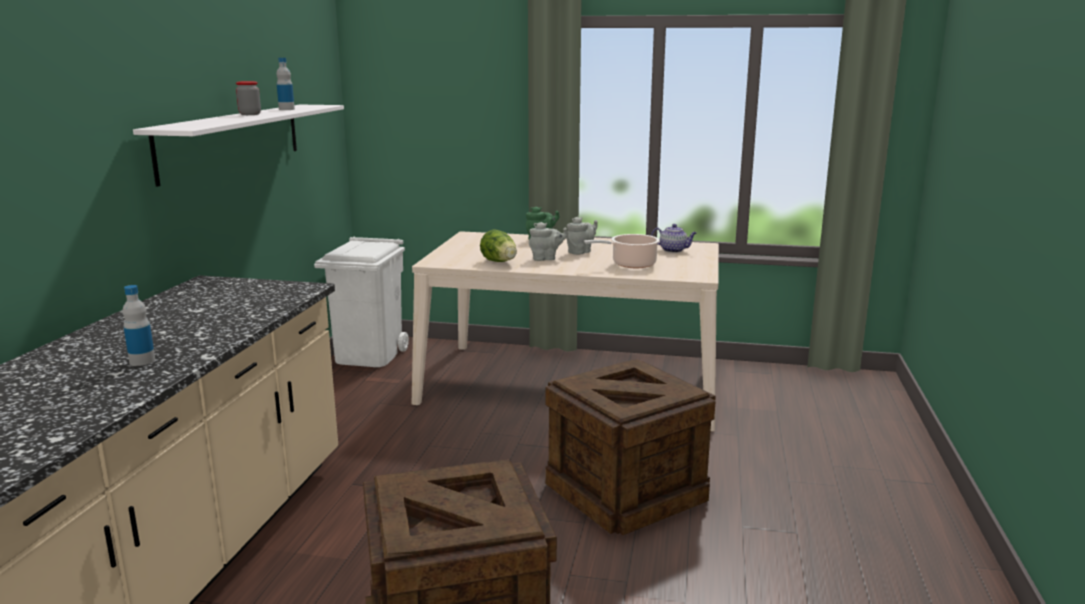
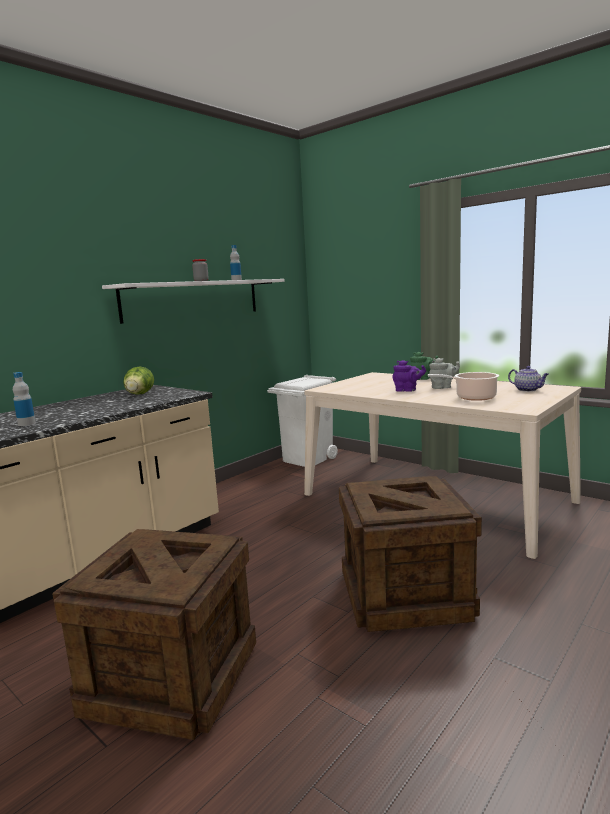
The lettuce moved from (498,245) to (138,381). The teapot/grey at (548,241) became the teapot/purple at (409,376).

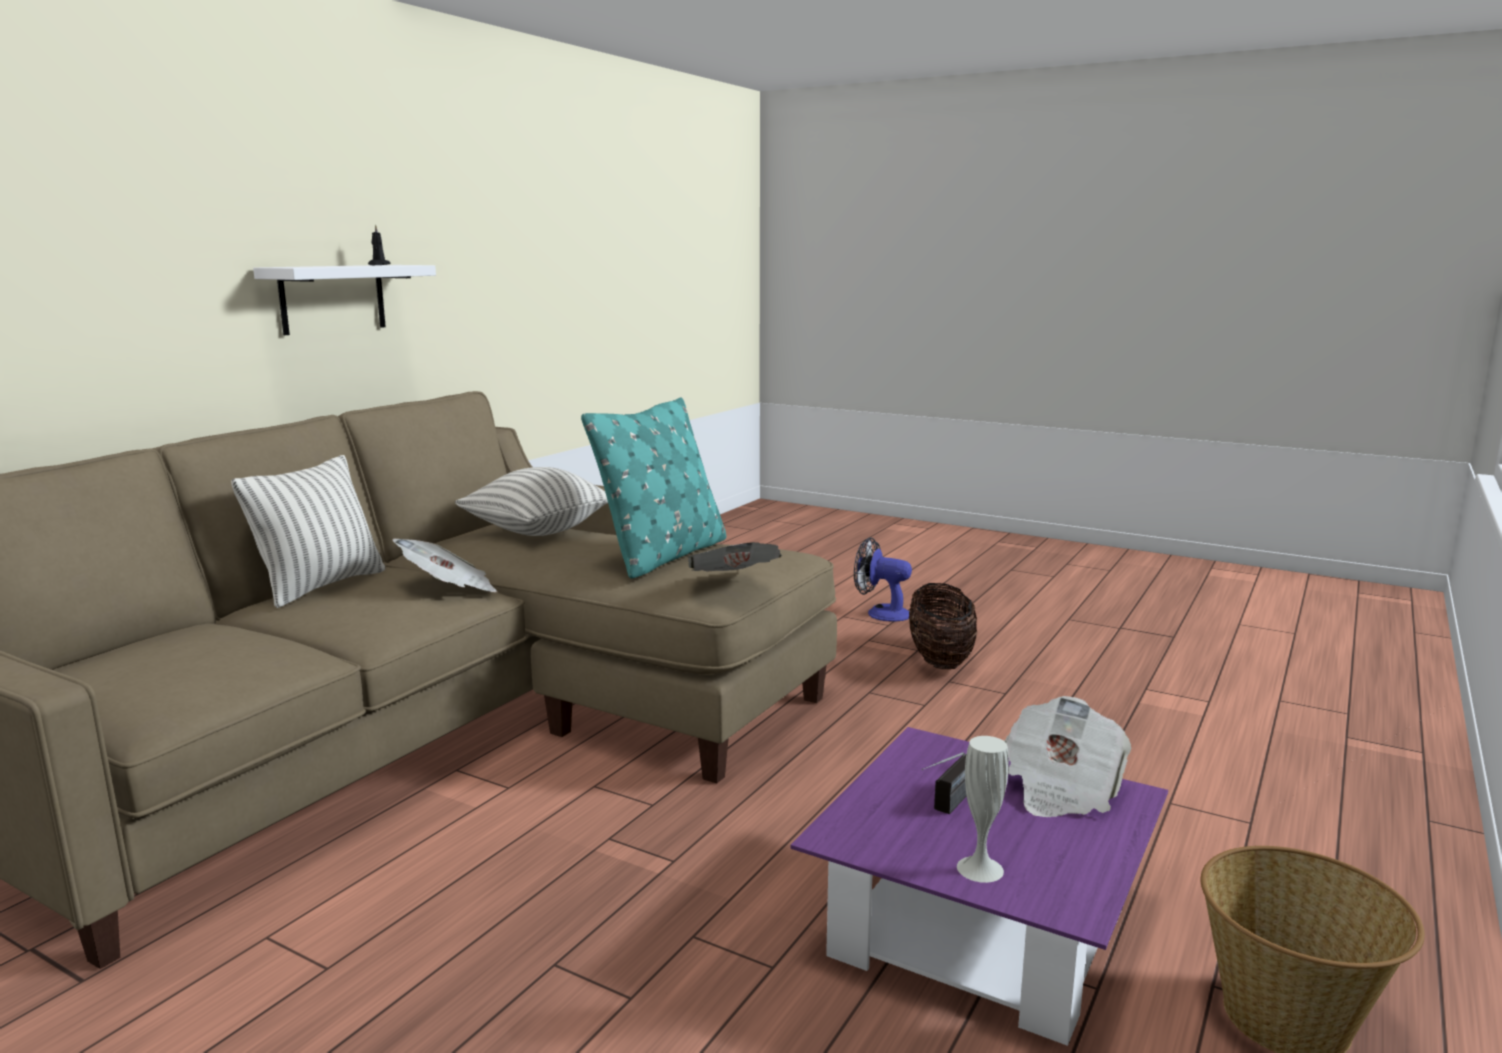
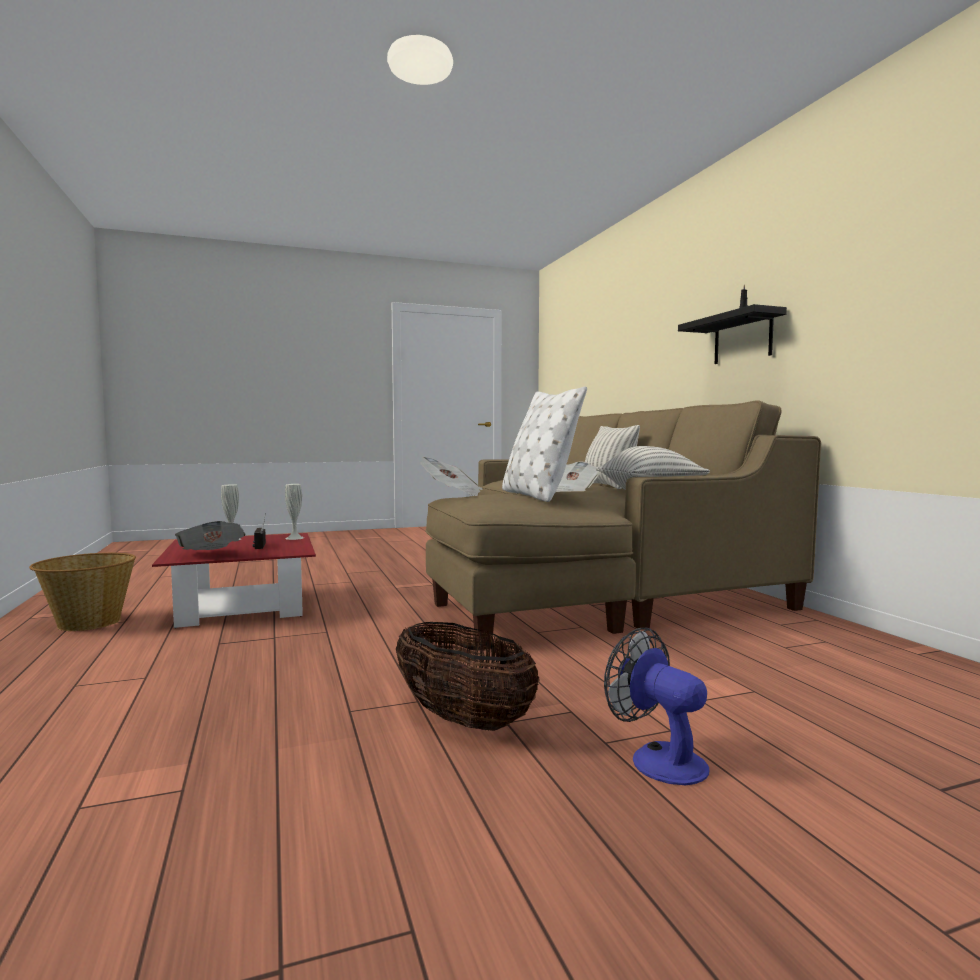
The shelf/white at (344,300) became the shelf/black at (732,334). The pillow/turquoise at (653,488) became the pillow/white at (544,444). The coffee table/purple at (979,886) became the coffee table/red at (234,580). The fan at (883,579) turned 105 degrees counterclockwise. The vase/white at (294,512) appeared.

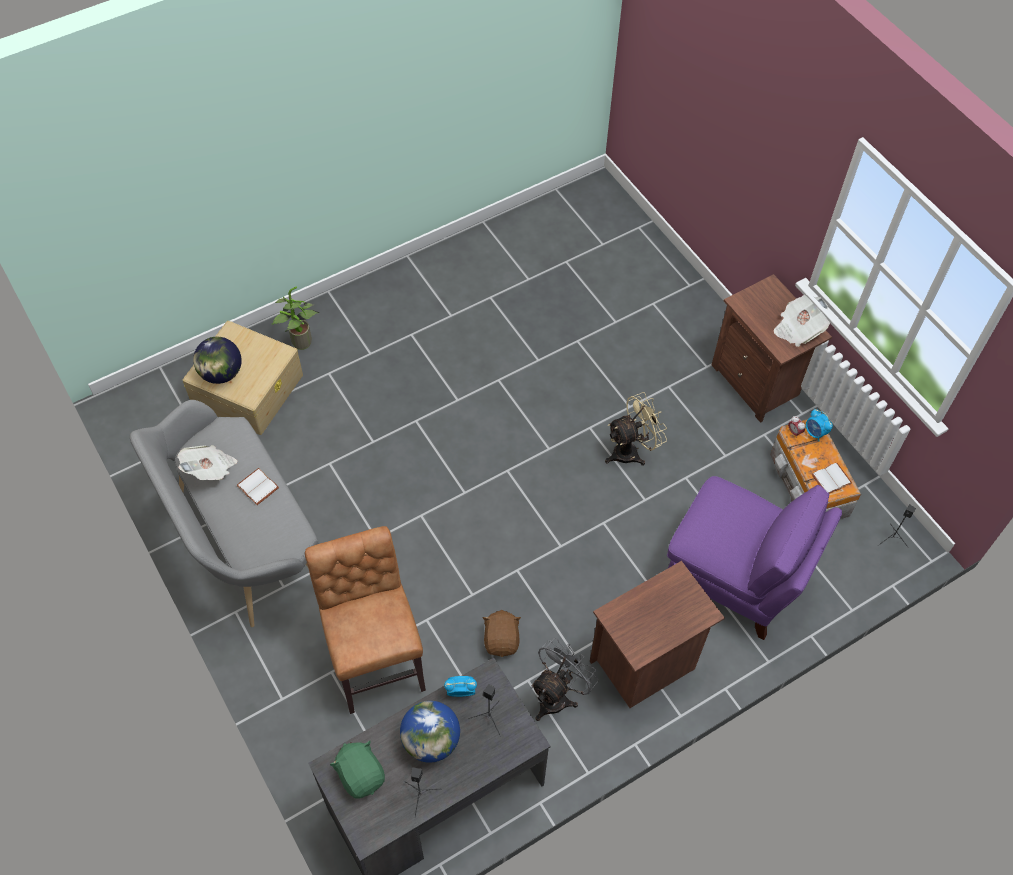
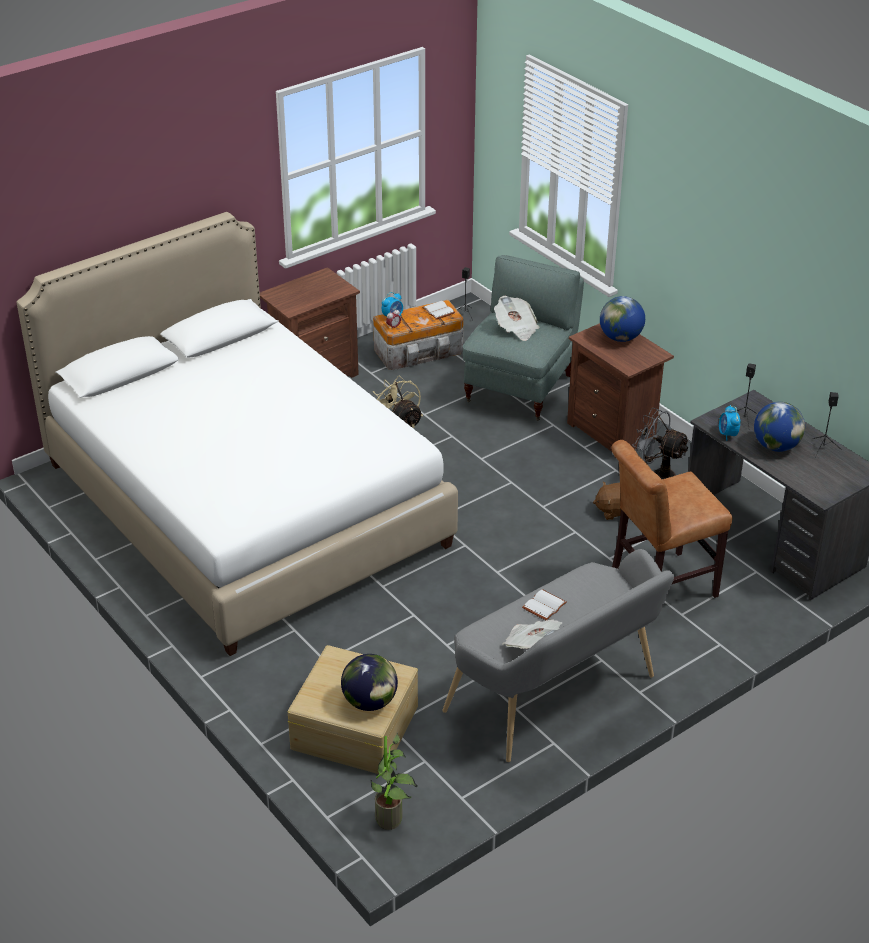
The potted plant moved from (295,318) to (394,781). The plush toy/green at (357,770) disappeared. The armchair/purple at (754,558) became the armchair/grey at (523,338). The newspaper moved from (802,321) to (516,318). The bed/white at (237,434) appeared. The globe at (622,319) appeared.

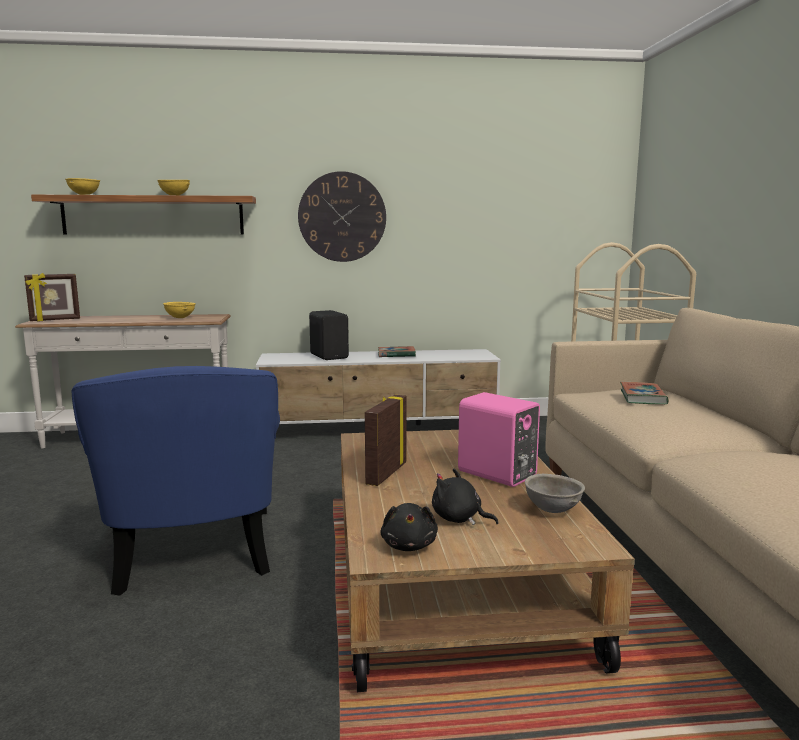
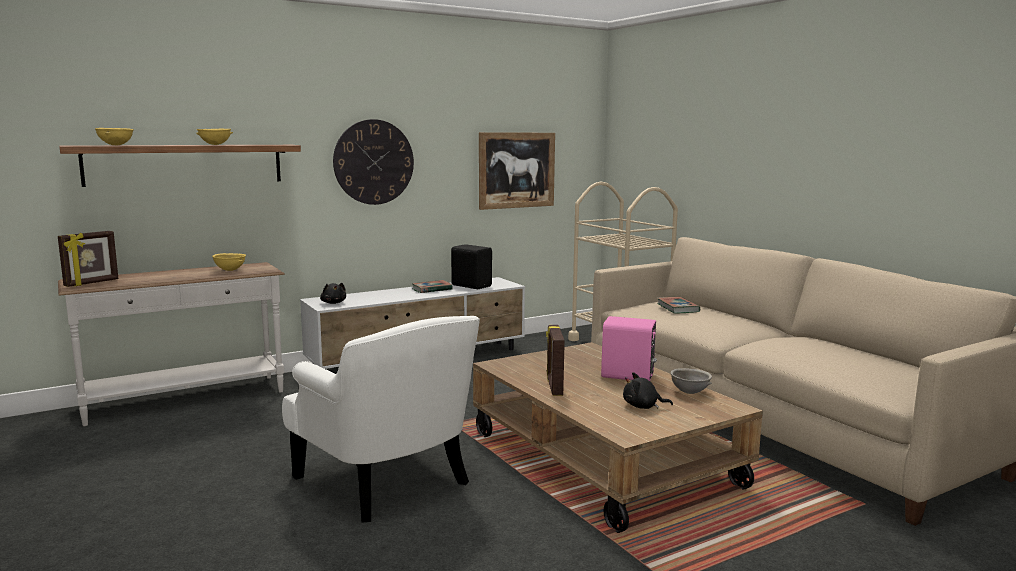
The armchair/blue at (175,481) became the armchair/white at (381,419). The speaker/black moved from (329,335) to (471,266). The plush toy/black moved from (409,527) to (333,293). The picture at (517,171) appeared.

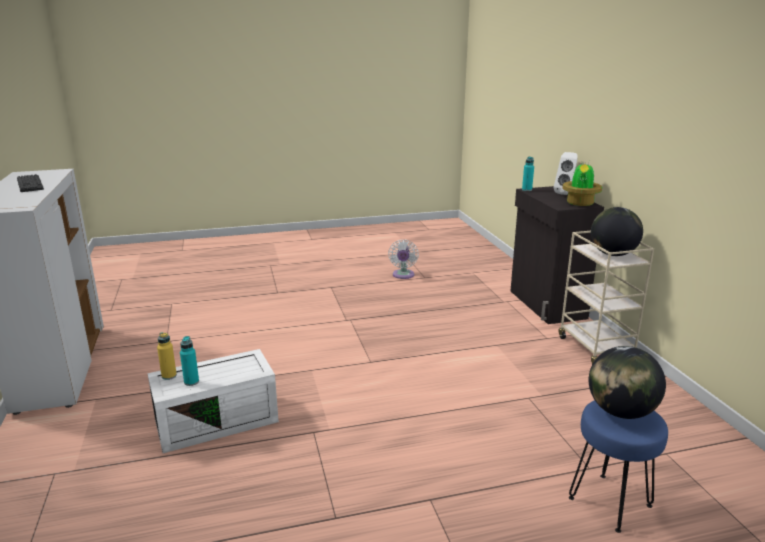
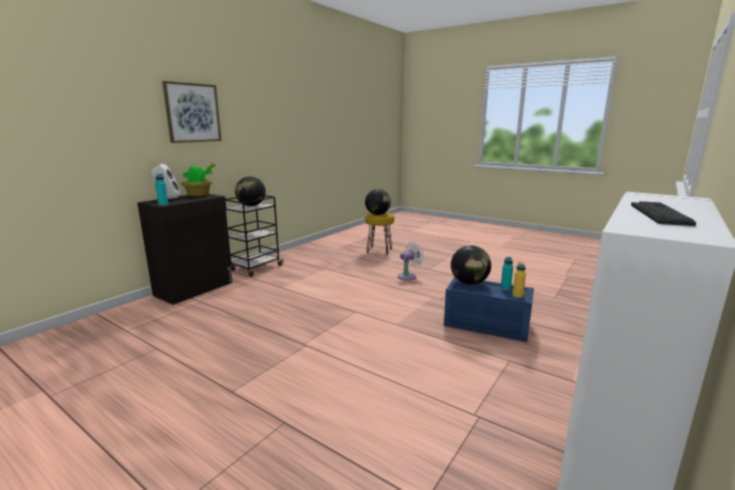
The storage box/white at (213,401) became the storage box/blue at (489,309). The fan/white moved from (403,259) to (411,261). The cart/beige at (606,297) became the cart/black at (254,236). The stool/blue at (618,466) became the stool/yellow at (379,234). The picture at (192,112) appeared. The globe at (471,265) appeared.

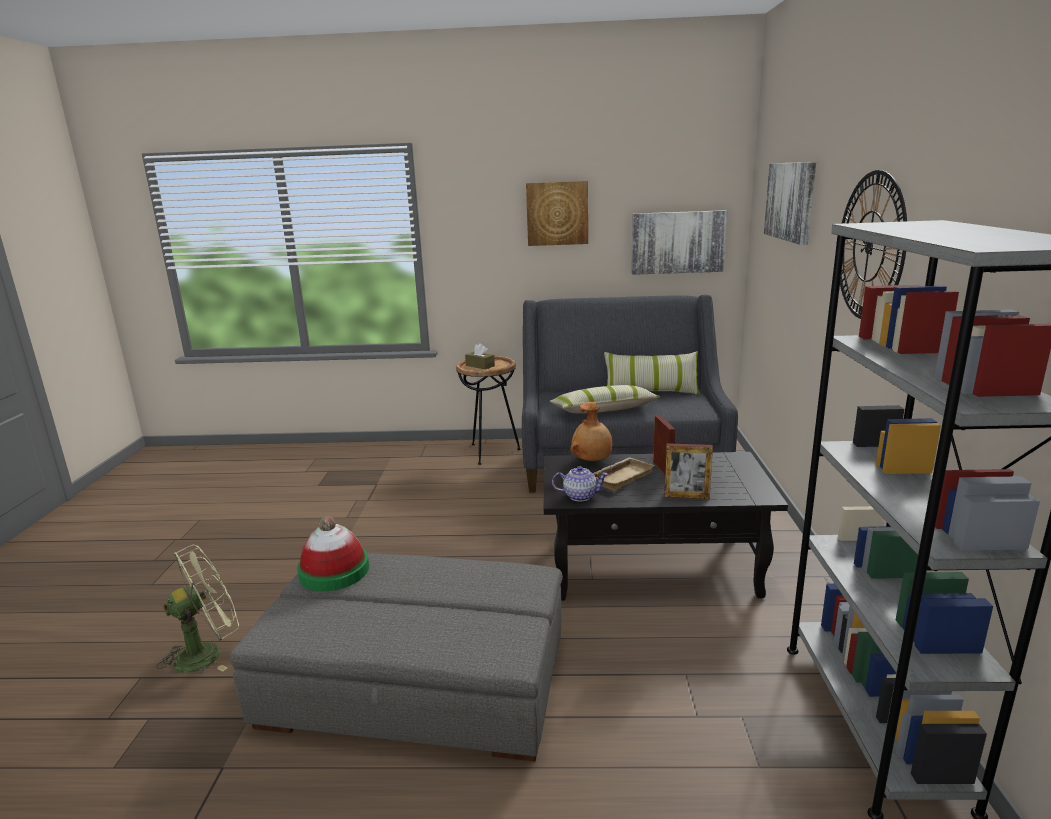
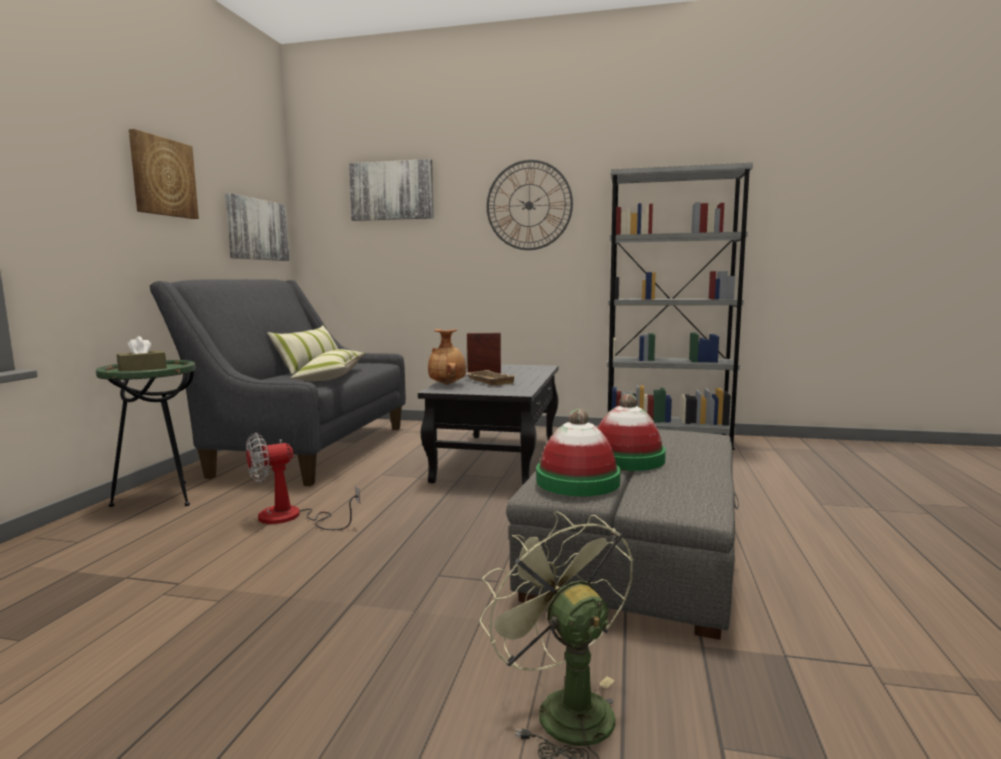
The side table/brown at (488,410) became the side table/green at (146,433). The teapot at (580,483) disappeared. The picture frame at (688,471) disappeared. The fan at (303,481) appeared. The hat at (632,432) appeared.

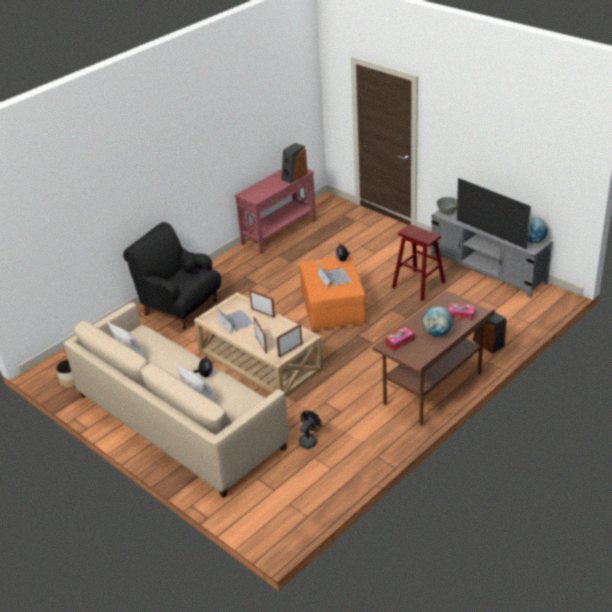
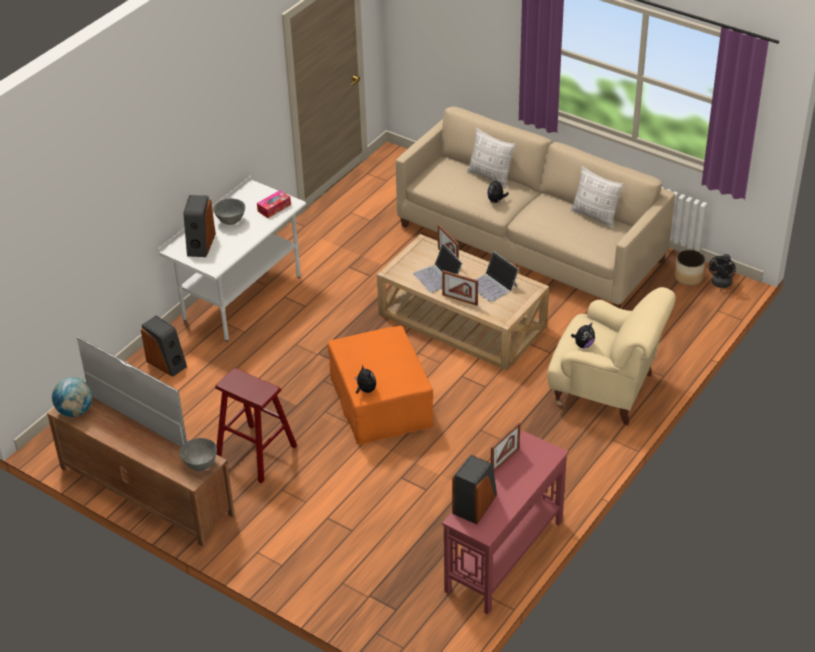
The armchair/black at (172,275) became the armchair/beige at (611,356). The picture frame moved from (289,340) to (505,447). The fan/black moved from (310,429) to (722,271). The laptop moved from (334,274) to (438,268). The desk/brown at (433,358) became the desk/white at (232,259). The globe at (437,321) was replaced by the bowl/grey at (229,211). The tv stand/grey at (491,253) became the tv stand/brown at (141,472). The tissue box at (461,312) was replaced by the speaker at (200,226).

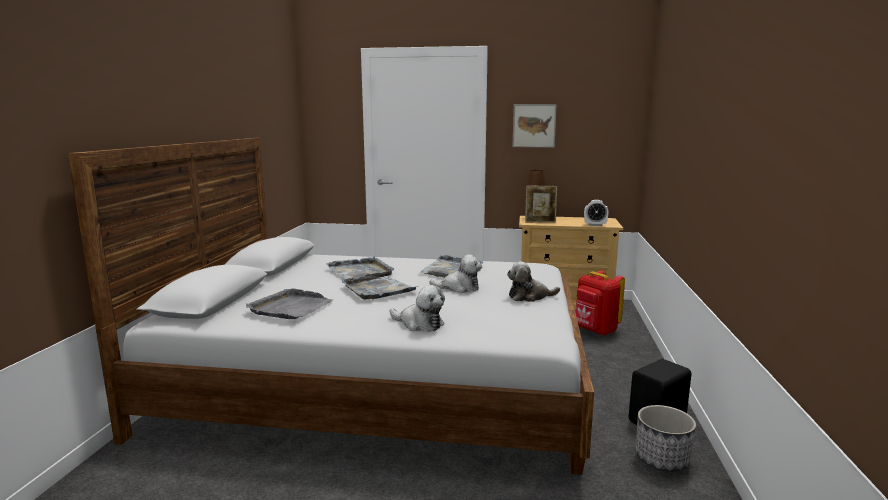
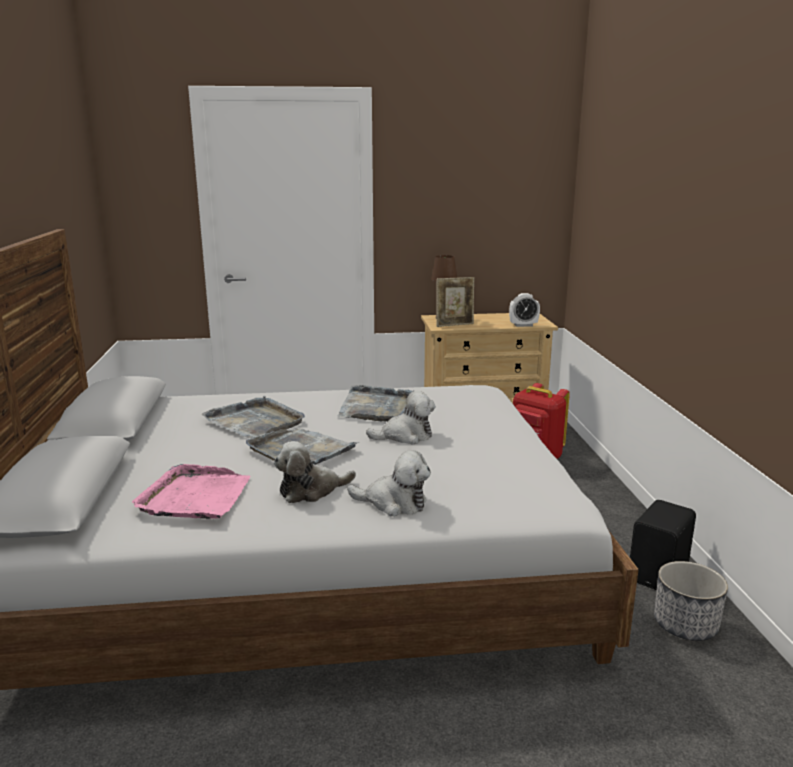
The tray/grey at (289,303) became the tray/pink at (191,491). The plush toy moved from (533,282) to (315,472). The picture at (535,125) disappeared.

